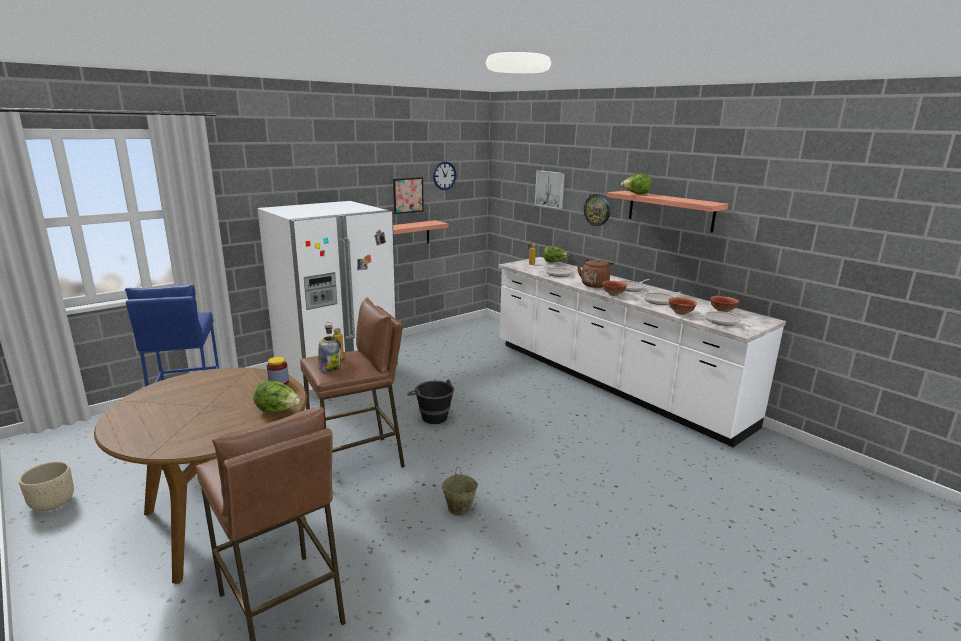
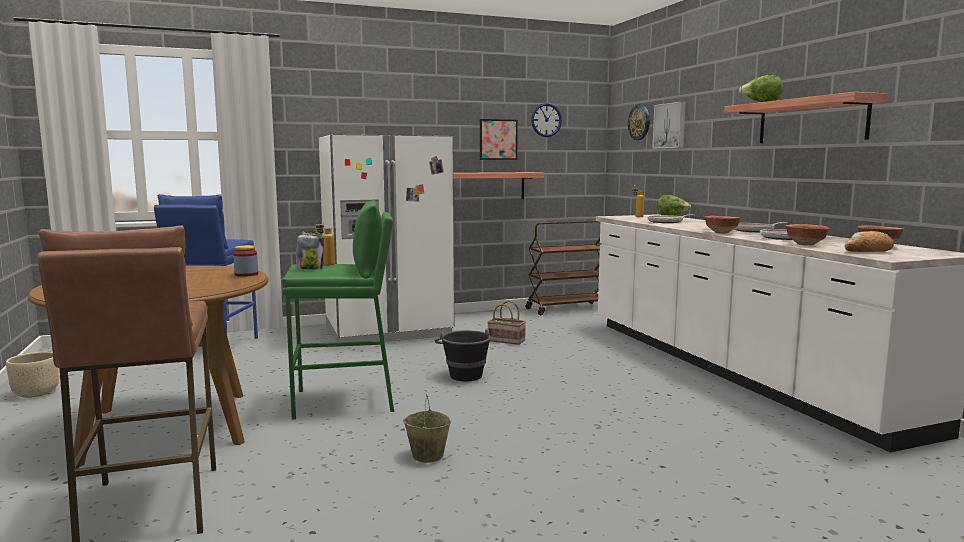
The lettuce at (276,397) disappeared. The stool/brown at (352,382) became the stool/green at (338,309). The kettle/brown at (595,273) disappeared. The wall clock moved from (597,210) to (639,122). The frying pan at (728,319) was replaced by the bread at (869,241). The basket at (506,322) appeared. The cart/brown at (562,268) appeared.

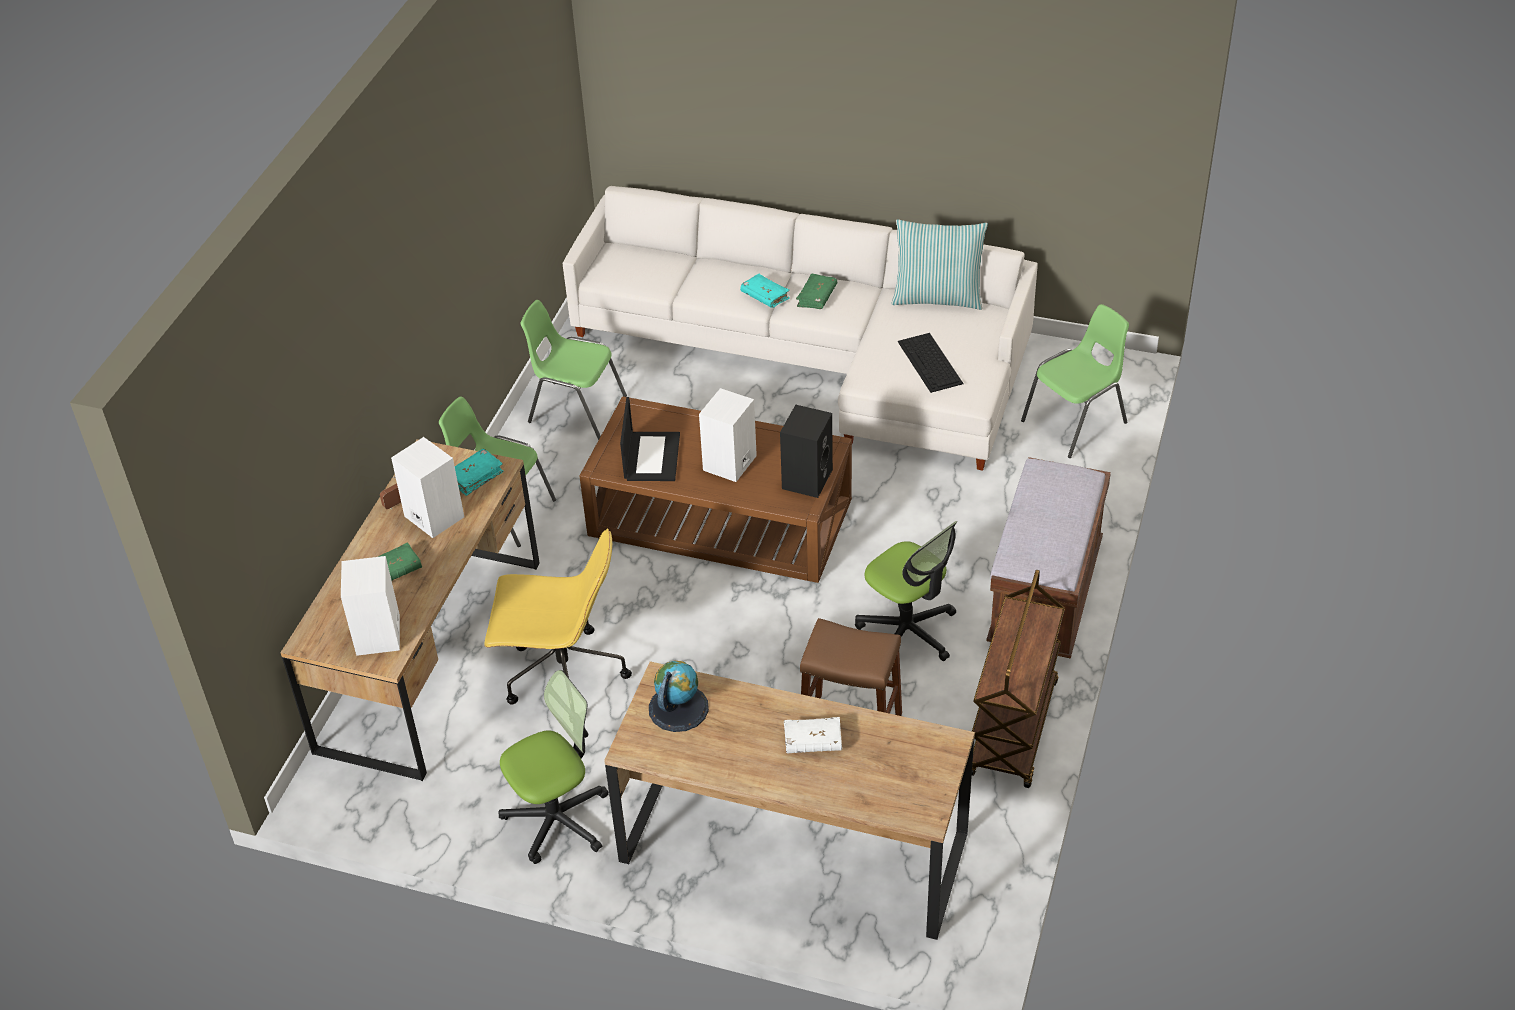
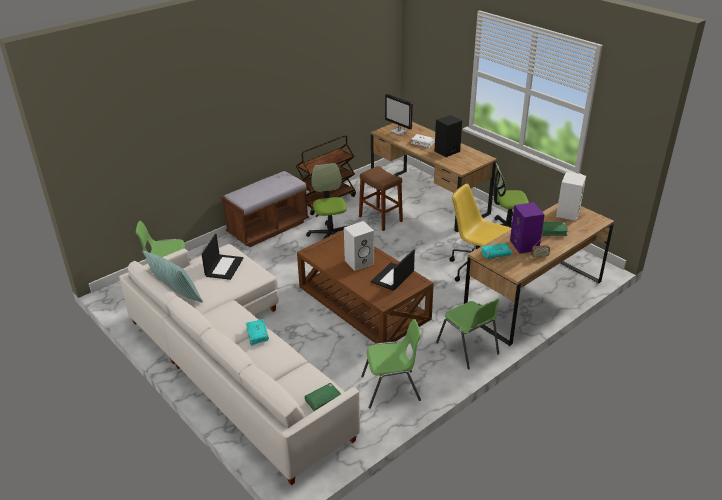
The speaker/white at (427,487) became the speaker/purple at (527,227). The chair/green at (574,370) turned 60 degrees counterclockwise. The globe at (679,696) disappeared. The speaker/black moved from (806,451) to (448,136). The book/green moved from (816,291) to (323,397). The keyboard at (931,363) was replaced by the laptop at (222,257). The monitor at (399,114) appeared.

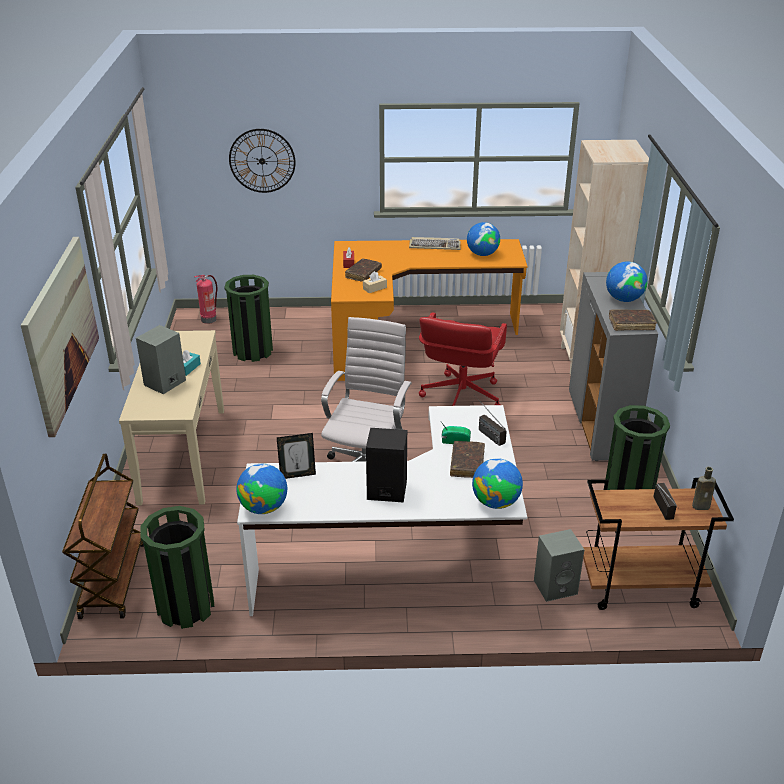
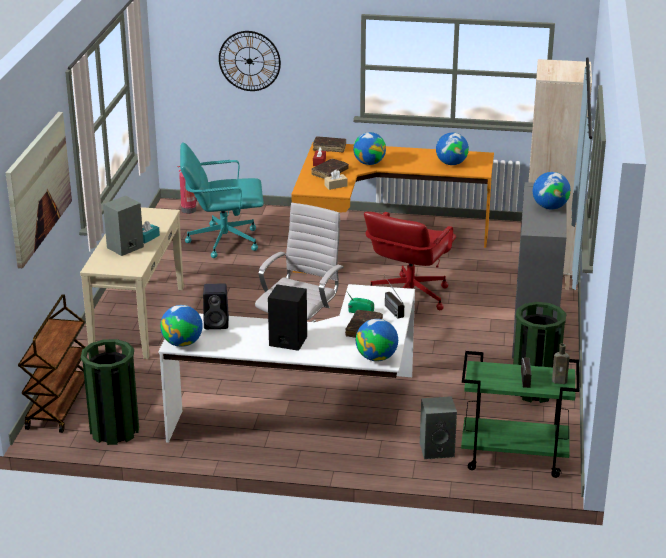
The trash can/green at (248,318) was replaced by the office chair/turquoise at (222,200). The picture frame at (296,456) was replaced by the speaker/black at (216,306). The keyboard at (435,243) disappeared. The cart/brown at (658,544) became the cart/green at (520,414). The book/brown moved from (633,320) to (329,144). The globe at (369,148) appeared.

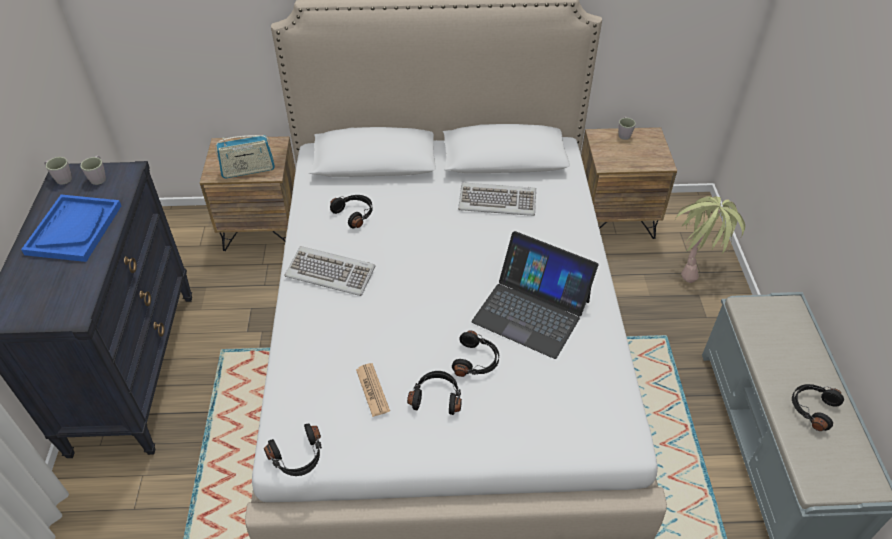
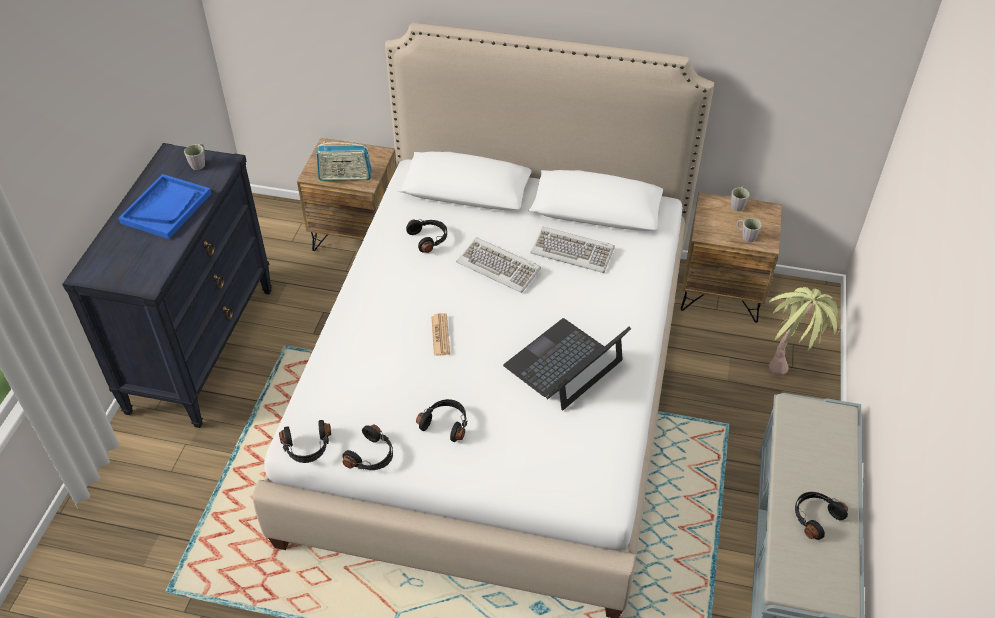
The mug/grey moved from (58,171) to (749,230). The keyboard moved from (330,271) to (498,265). The newspaper moved from (373,390) to (440,334). The headphones/black moved from (475,353) to (367,447). The laptop at (535,295) turned 90 degrees clockwise.

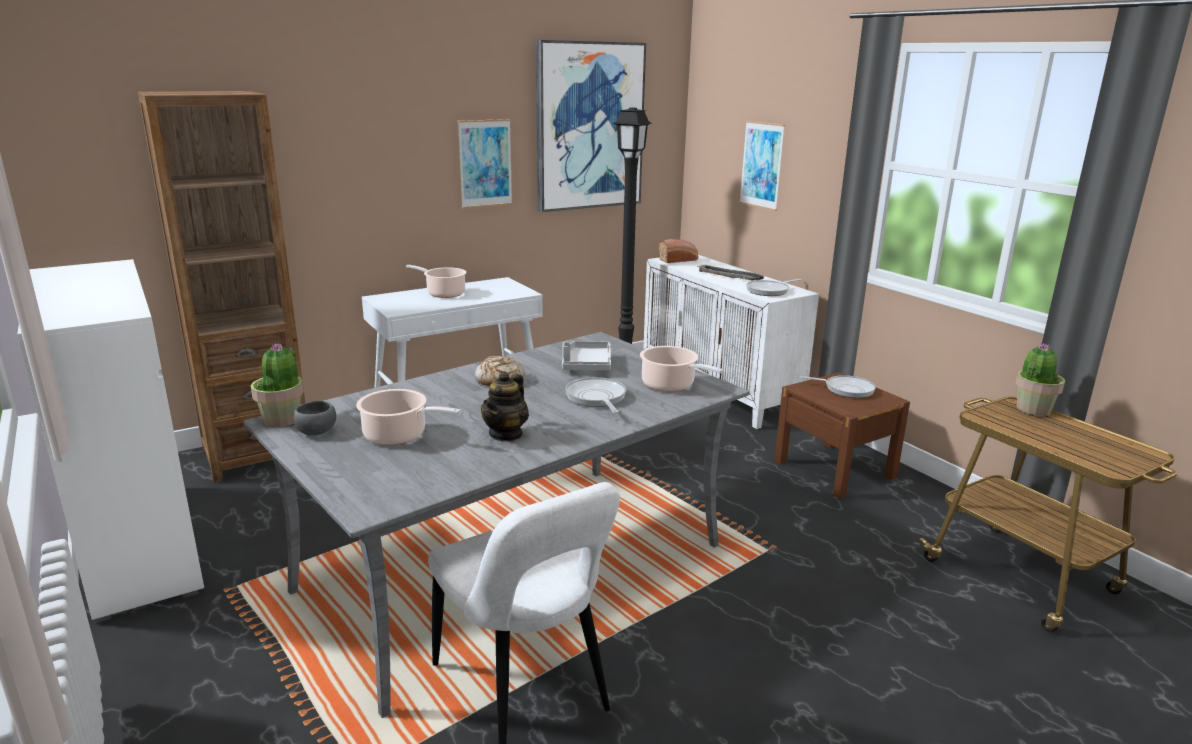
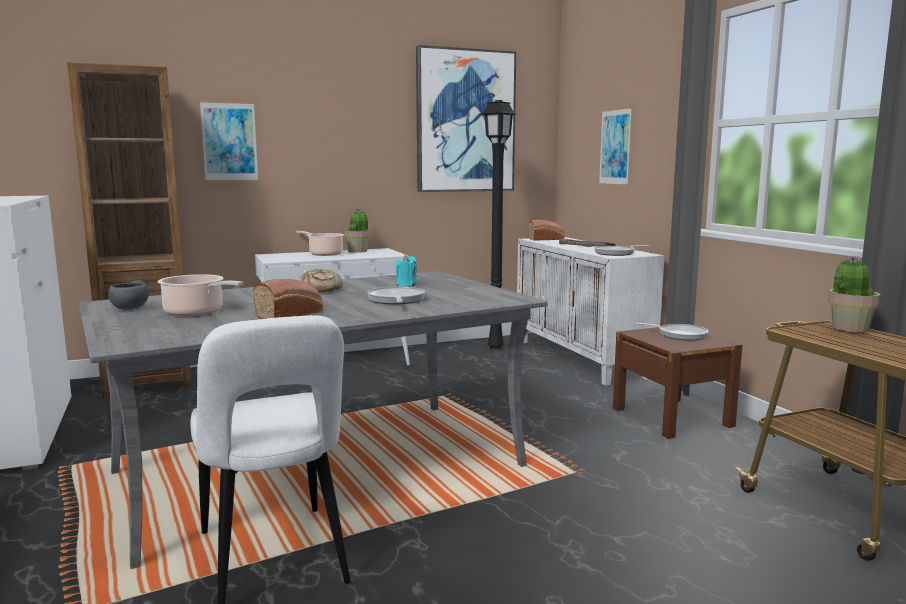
The potted plant moved from (277,385) to (357,231). The picture moved from (485,163) to (229,141). The teapot at (505,406) was replaced by the bread at (288,299). The tray/grey at (586,356) was replaced by the candle/turquoise at (406,271). The cooking pot at (682,369) disappeared.

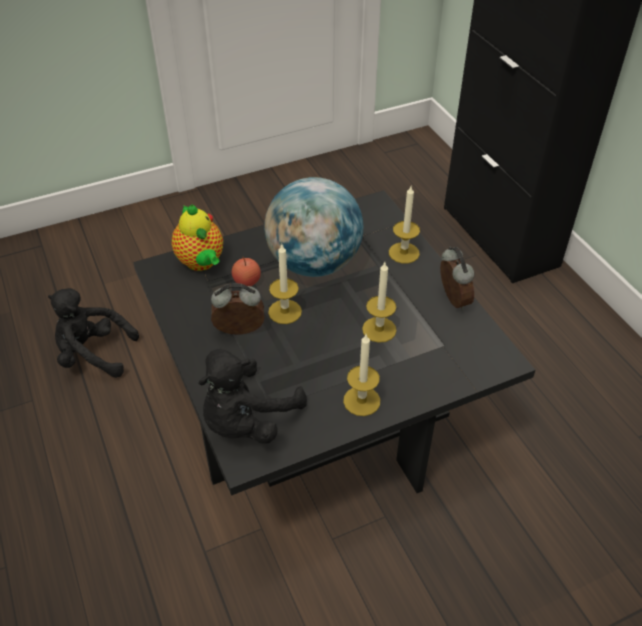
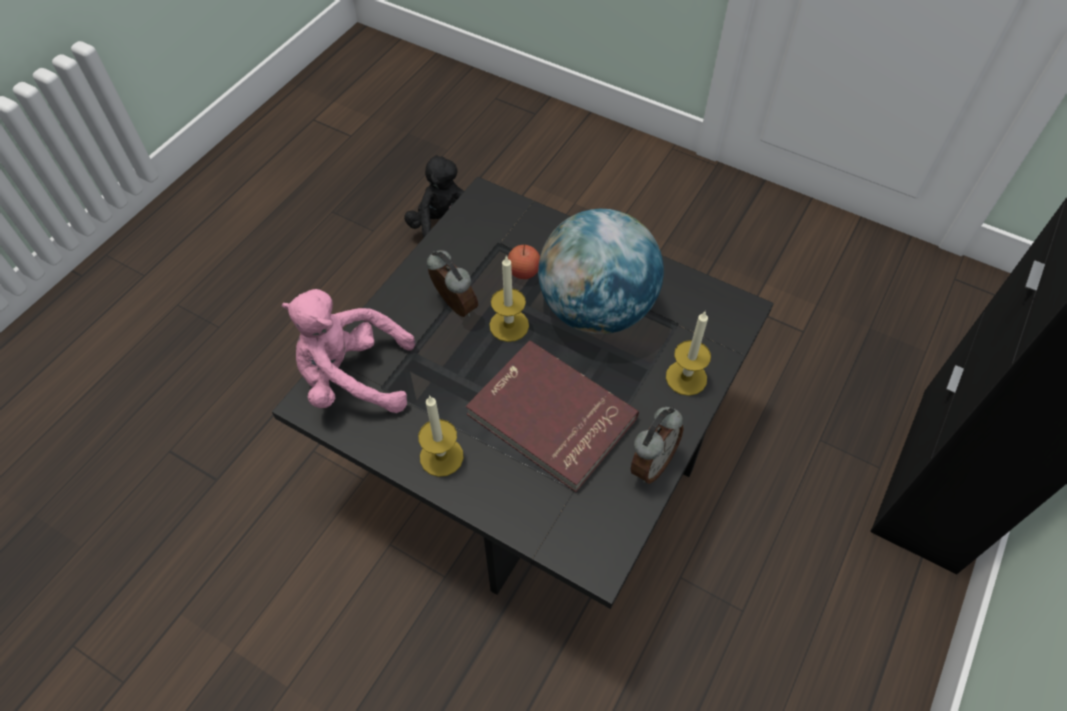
The teapot at (197,238) disappeared. The plush toy/black at (252,396) became the plush toy/pink at (348,351). The candle at (379,302) was replaced by the book/red at (552,416).

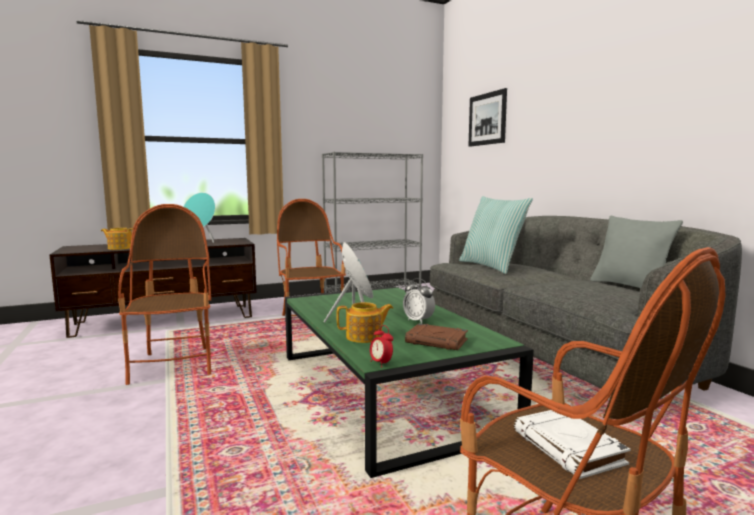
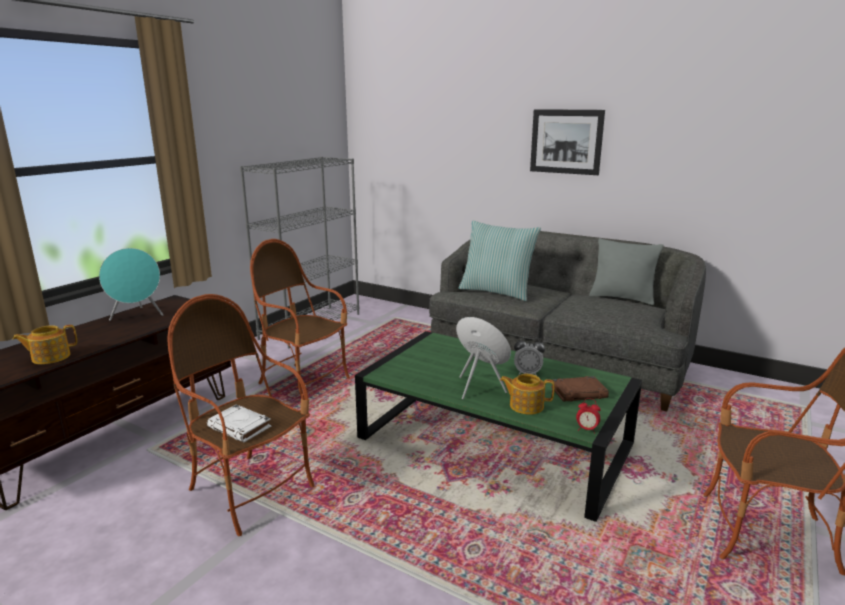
The teapot at (365,322) turned 120 degrees counterclockwise. The picture moved from (488,117) to (567,142). The book/white moved from (572,444) to (239,423).

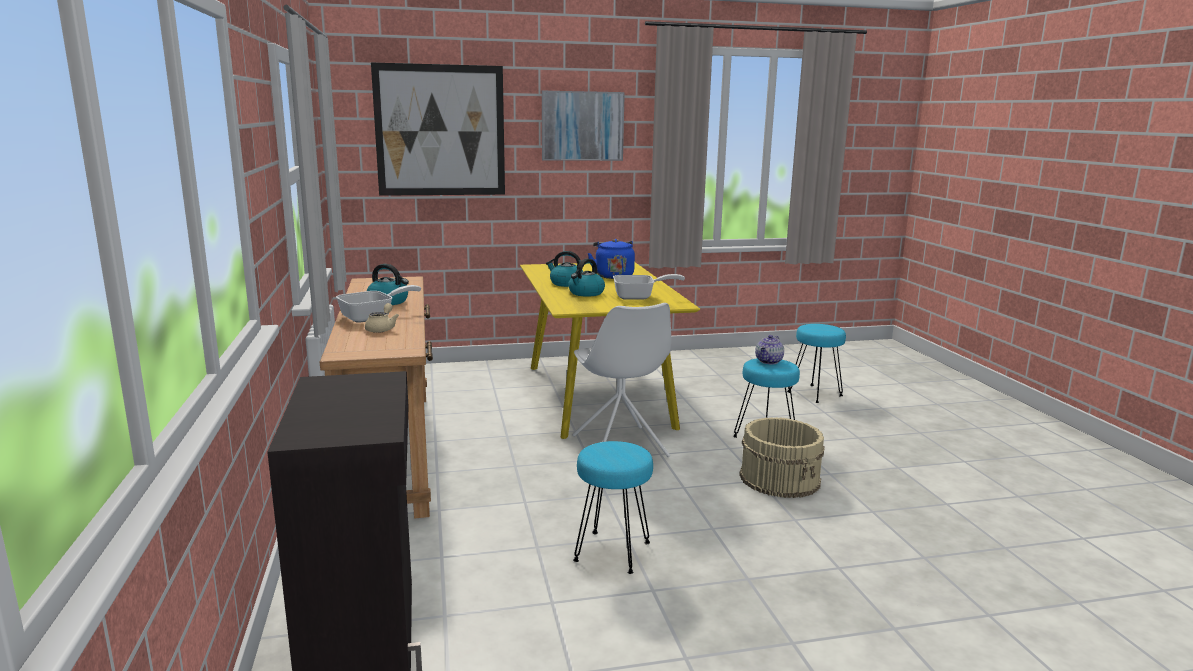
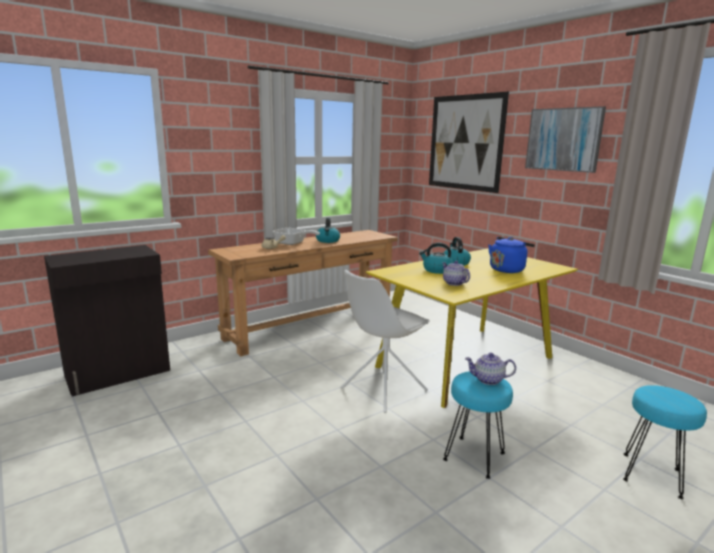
The stool/turquoise at (613,507) disappeared. The frying pan at (649,287) was replaced by the teapot at (456,273). The bucket/beige at (782,457) disappeared.

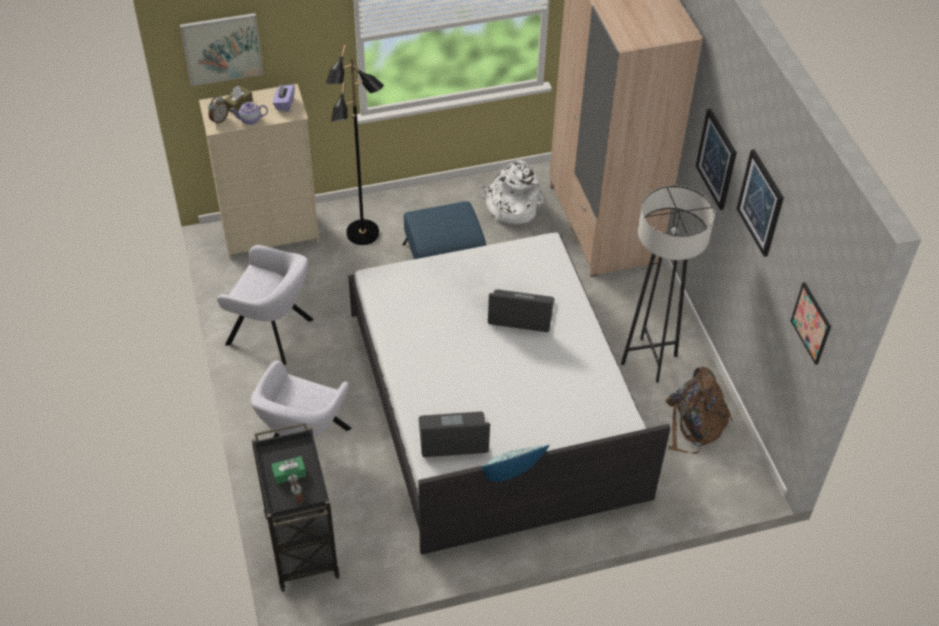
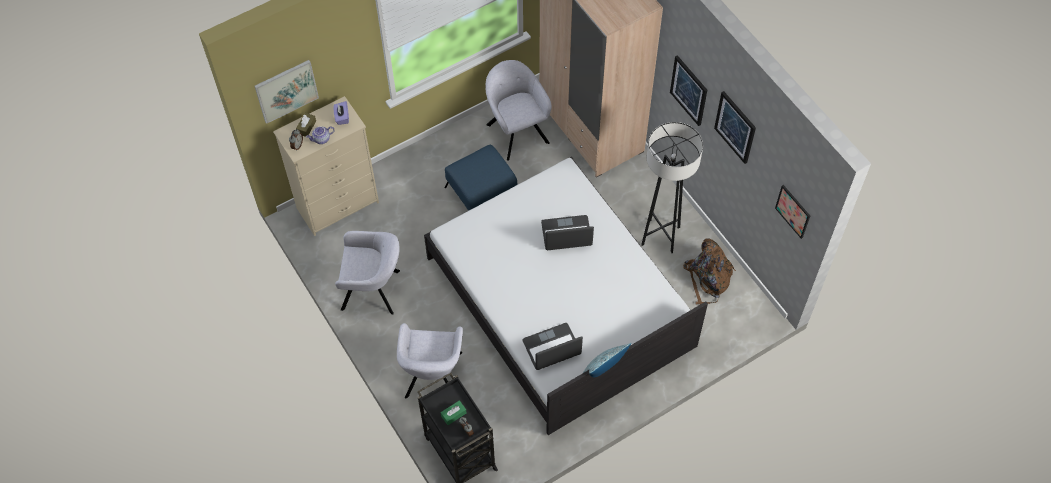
The floor lamp/black at (355,144) disappeared. The backpack/white at (513,192) was replaced by the armchair/grey at (518,110).

